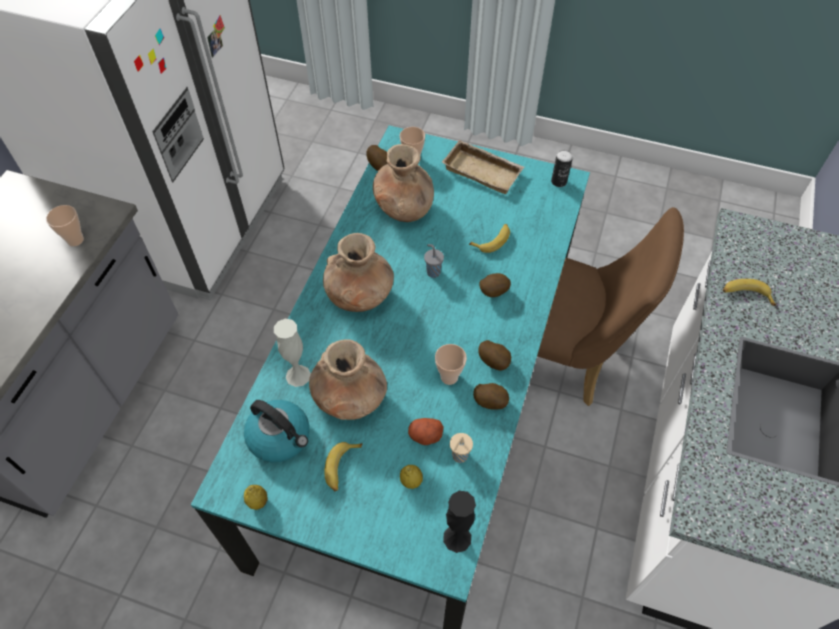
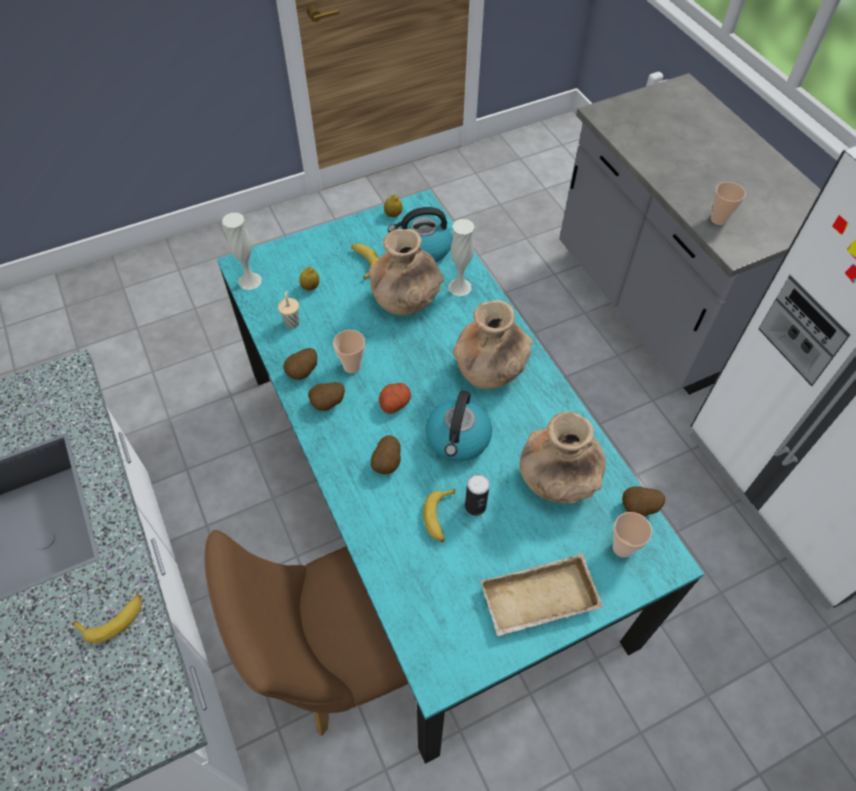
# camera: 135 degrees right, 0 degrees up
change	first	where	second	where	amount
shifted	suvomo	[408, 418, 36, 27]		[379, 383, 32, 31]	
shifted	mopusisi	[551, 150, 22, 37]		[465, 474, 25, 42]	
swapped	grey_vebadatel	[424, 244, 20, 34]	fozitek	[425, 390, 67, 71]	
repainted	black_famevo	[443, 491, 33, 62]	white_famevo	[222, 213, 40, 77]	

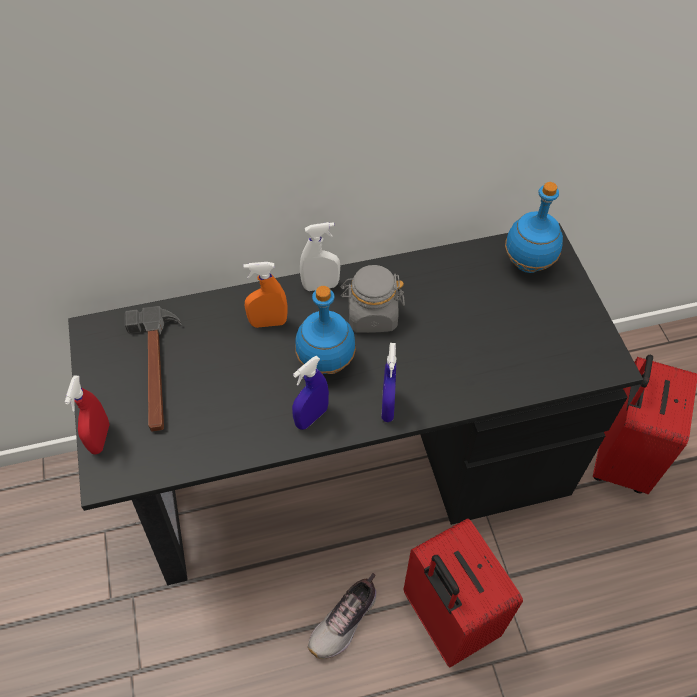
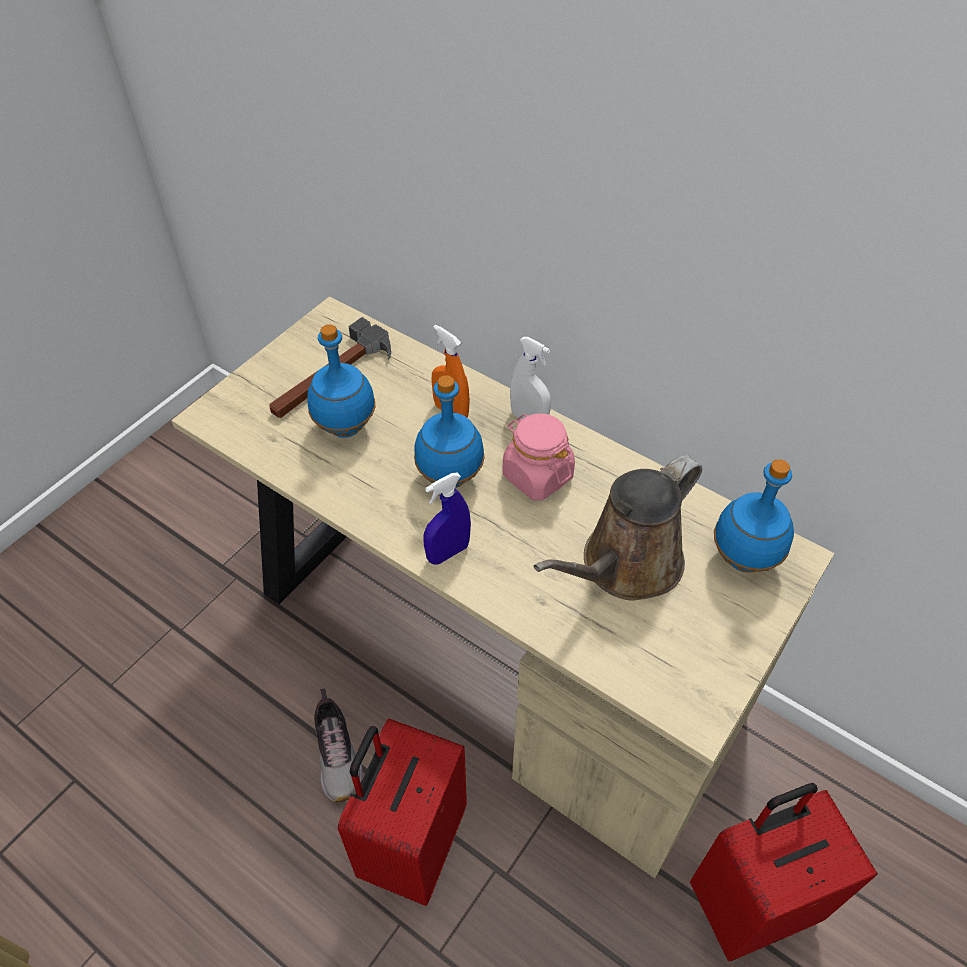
# camera: 50 degrees right, 5 degrees down
change	first	where	second	where	amount
gone	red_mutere	[65, 376, 44, 79]			
gone	blue_mutere	[292, 356, 37, 74]			
new			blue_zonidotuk	[307, 324, 69, 114]	
new			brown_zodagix	[533, 455, 169, 146]	
repainted	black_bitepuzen	[68, 223, 575, 362]	beige_bitepuzen	[171, 296, 664, 582]	
repainted	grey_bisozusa	[341, 265, 64, 68]	pink_bisozusa	[503, 414, 72, 86]	
rotated	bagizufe	[308, 573, 69, 86]		[314, 688, 49, 114]	105 degrees counterclockwise

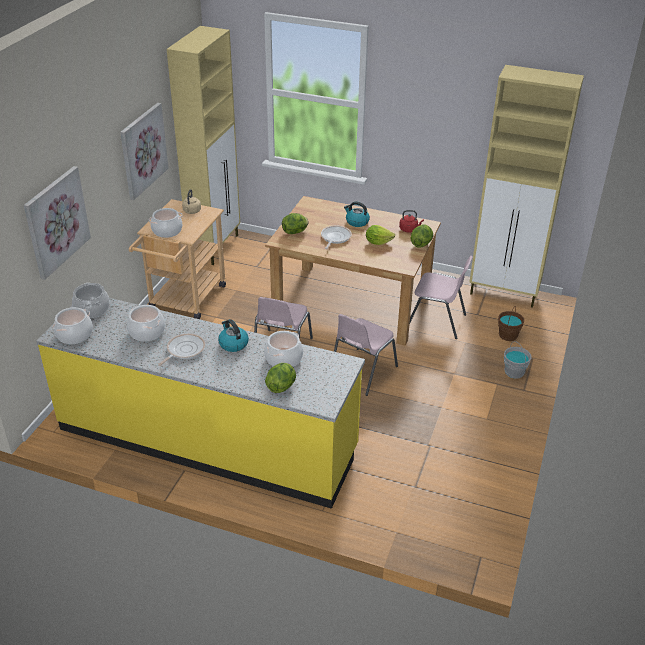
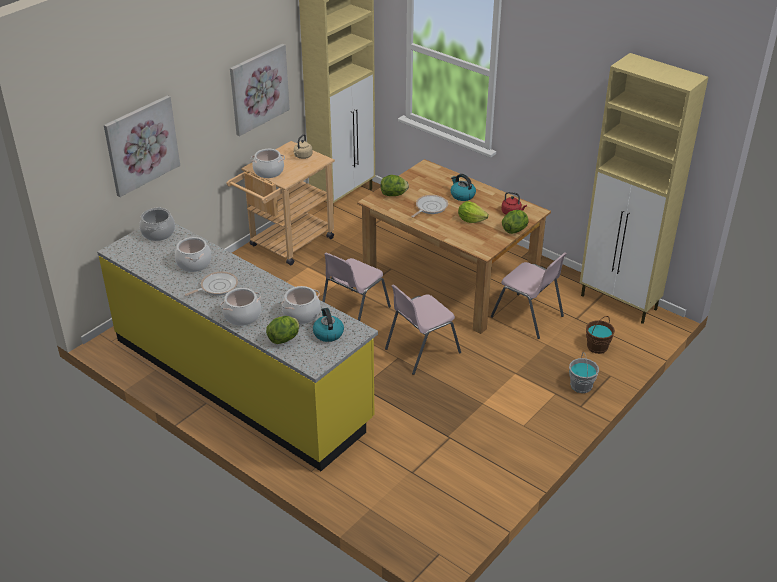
# camera: 20 degrees right, 0 degrees up
change	first	where	second	where	amount
shifted	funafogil	[53, 307, 40, 37]		[221, 288, 40, 38]	
shifted	fozitek	[218, 319, 31, 33]		[313, 308, 31, 34]	

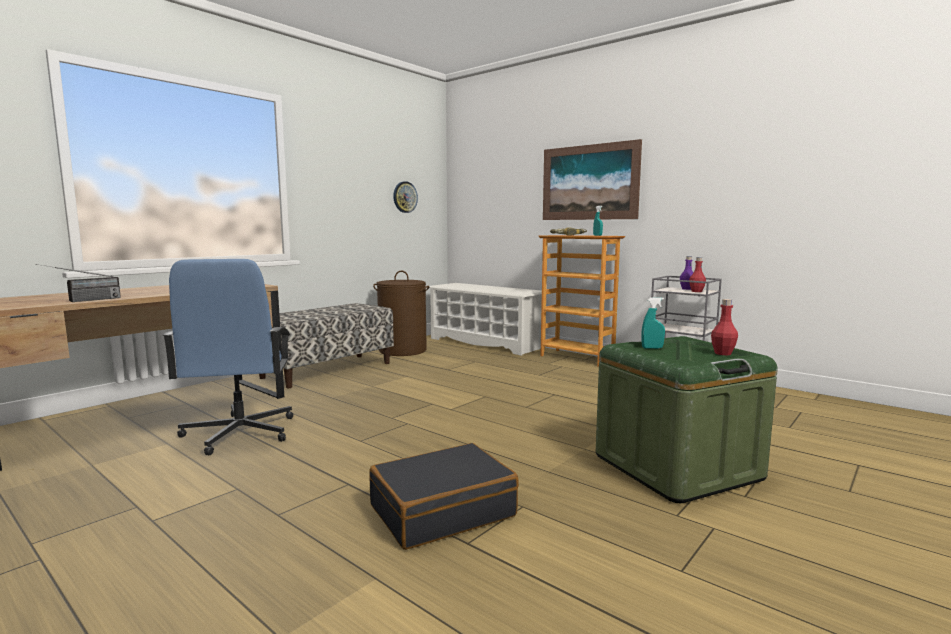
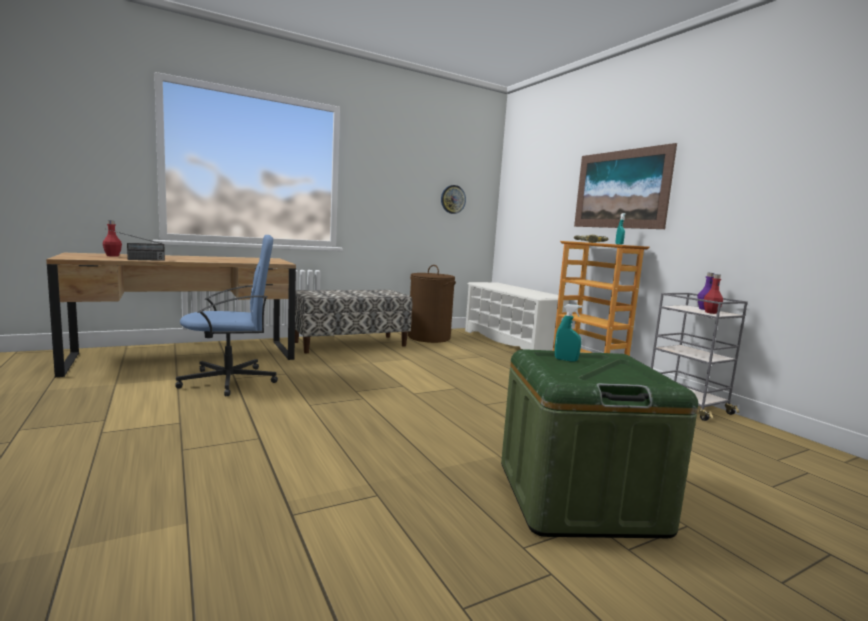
# camera: 20 degrees right, 0 degrees up
change	first	where	second	where	amount
gone	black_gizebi	[369, 443, 150, 107]			
shifted	red_zonidotuk	[711, 299, 27, 56]		[103, 220, 19, 37]	
rotated	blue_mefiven	[162, 259, 131, 196]		[175, 235, 103, 161]	120 degrees counterclockwise

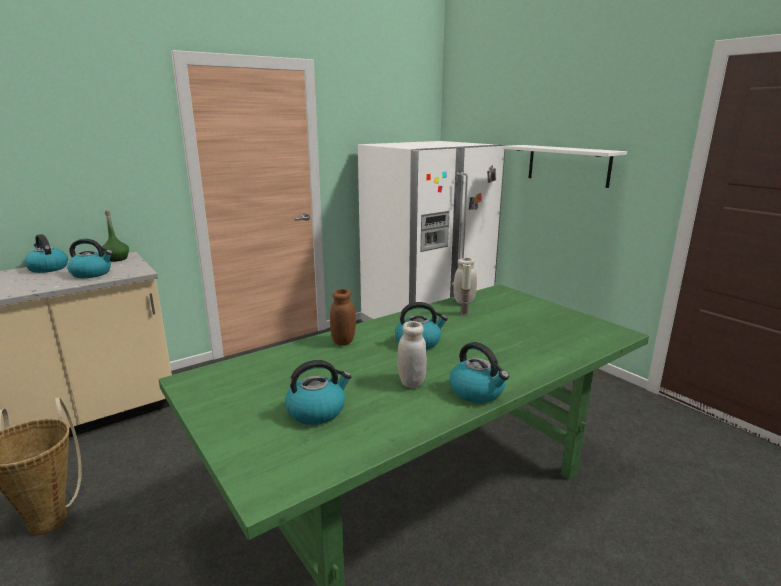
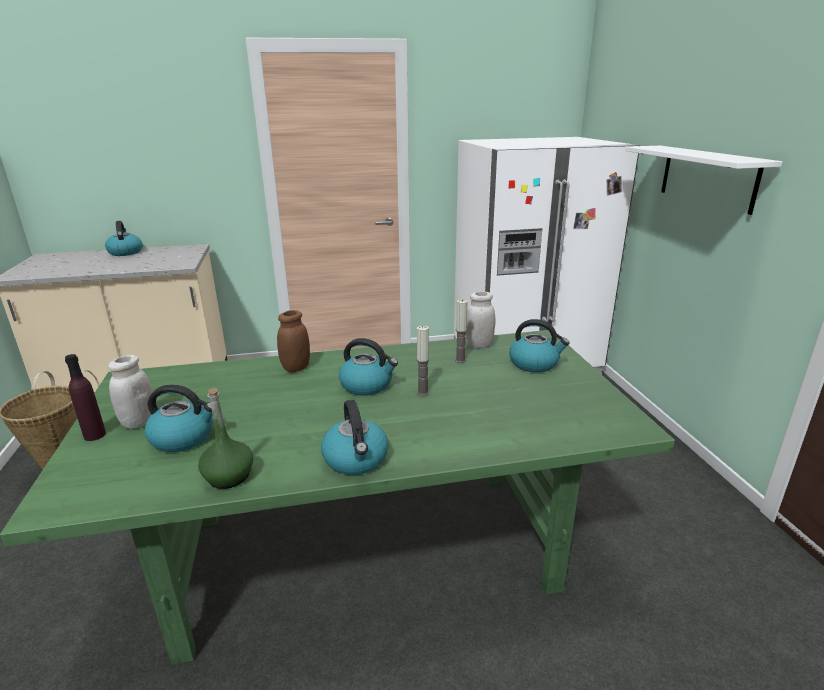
# camera: 25 degrees right, 5 degrees up
change	first	where	second	where	amount
new			purple_zonidotuk	[65, 354, 41, 87]	
new			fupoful	[416, 326, 13, 70]	
shifted	fozitek	[67, 239, 46, 39]		[509, 319, 61, 54]	
shifted	green_zonidotuk	[102, 210, 27, 52]		[198, 388, 55, 101]	
shifted	white_bisozusa	[397, 321, 30, 67]		[108, 355, 45, 74]	

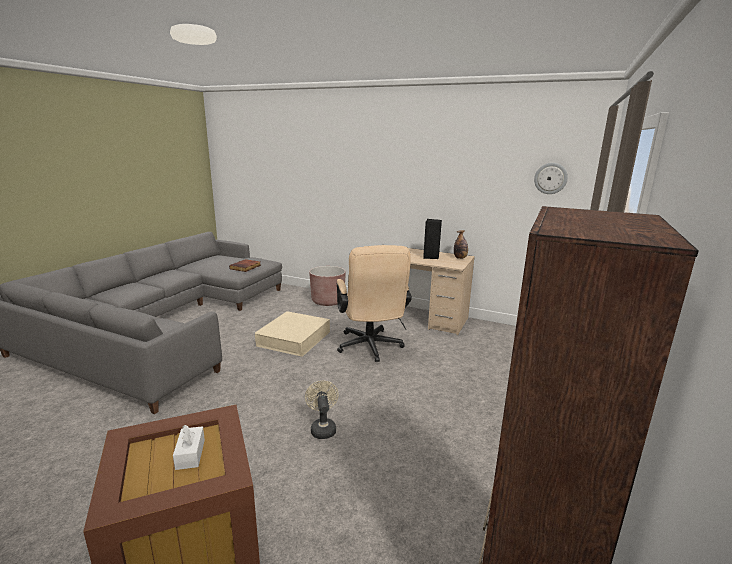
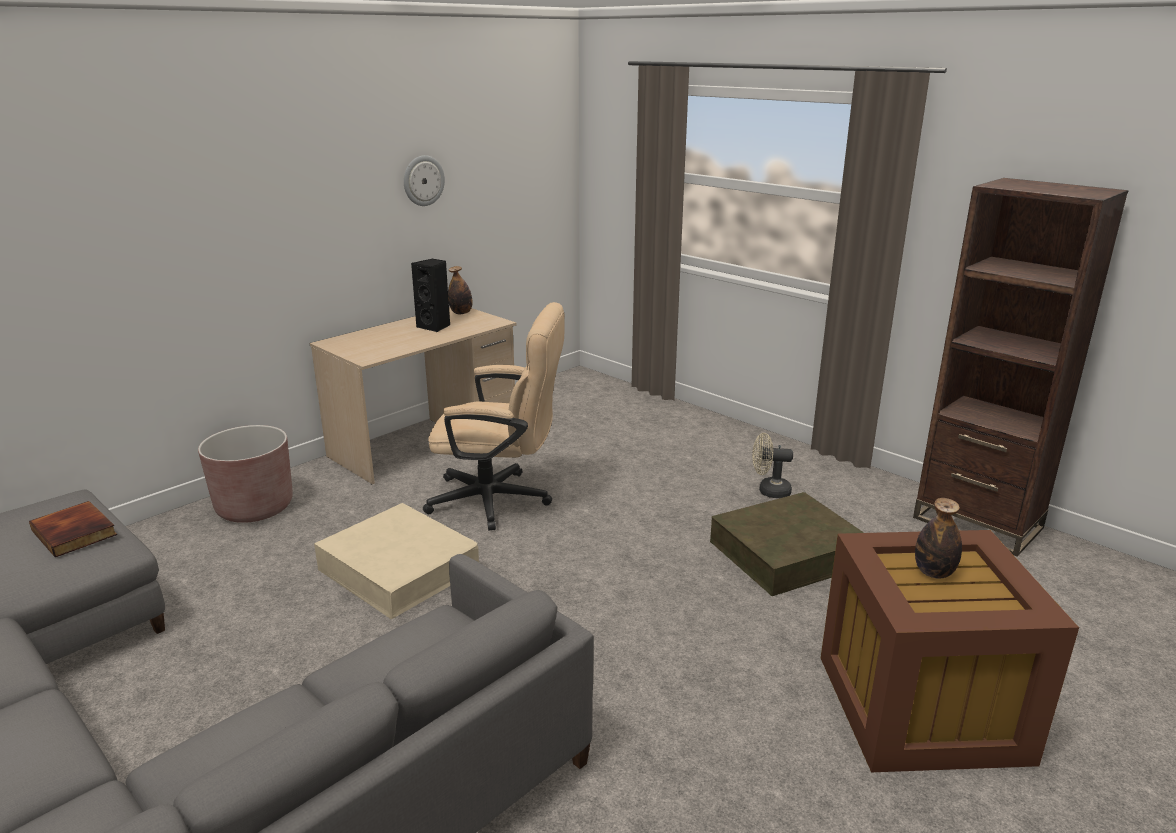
# camera: 70 degrees left, 5 degrees up
change	first	where	second	where	amount
new			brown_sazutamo	[710, 492, 154, 104]	
shifted	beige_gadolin	[305, 381, 34, 58]		[752, 433, 41, 65]	
shifted	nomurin	[534, 163, 34, 31]		[404, 155, 41, 51]	
swapped	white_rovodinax	[173, 425, 32, 45]	zonidotuk	[915, 498, 47, 81]	

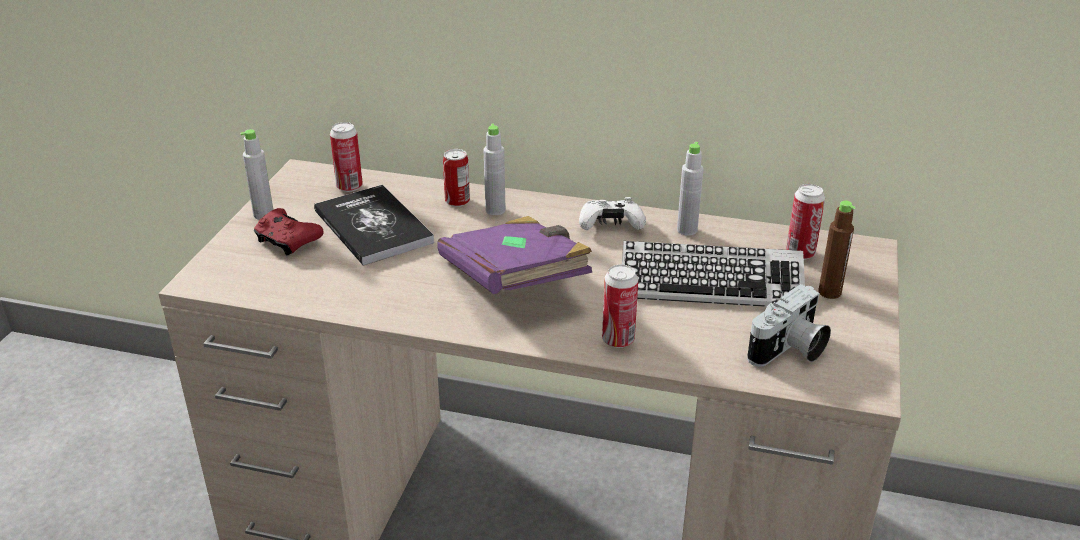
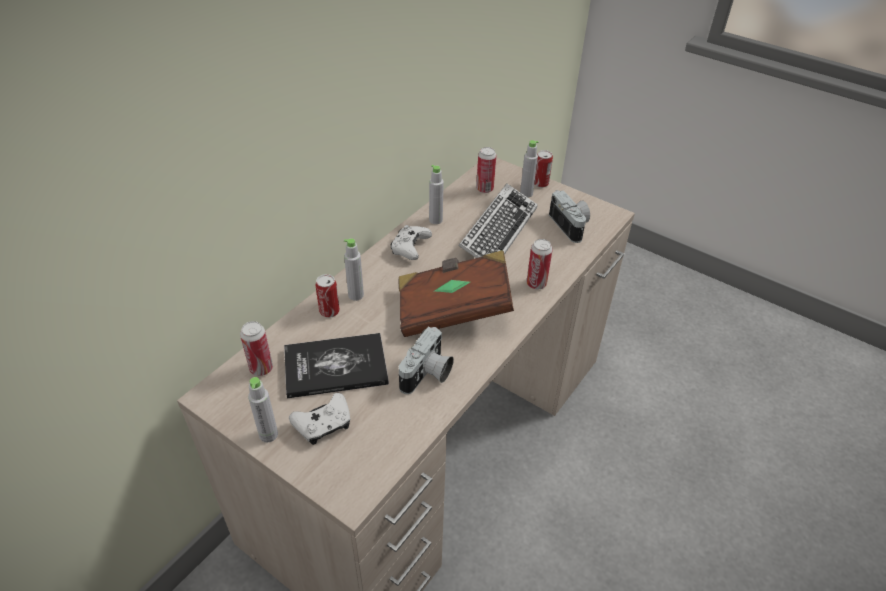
# camera: 70 degrees left, 10 degrees up
change	first	where	second	where	amount
new			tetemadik	[399, 327, 55, 67]	
new			mopusisi	[534, 150, 19, 38]	
repainted	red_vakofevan	[254, 208, 70, 48]	white_vakofevan	[289, 393, 61, 52]	
repainted	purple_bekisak	[437, 216, 155, 78]	brown_bekisak	[399, 250, 115, 87]	
repainted	brown_zonidotuk	[818, 201, 38, 98]	grey_zonidotuk	[520, 140, 19, 58]	

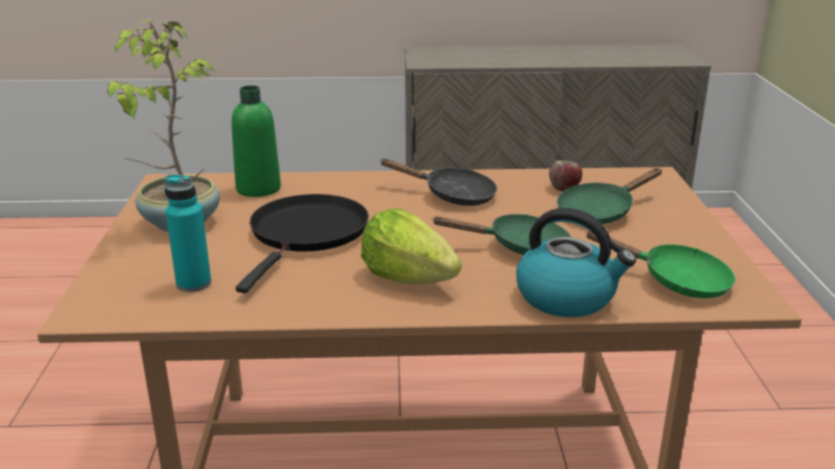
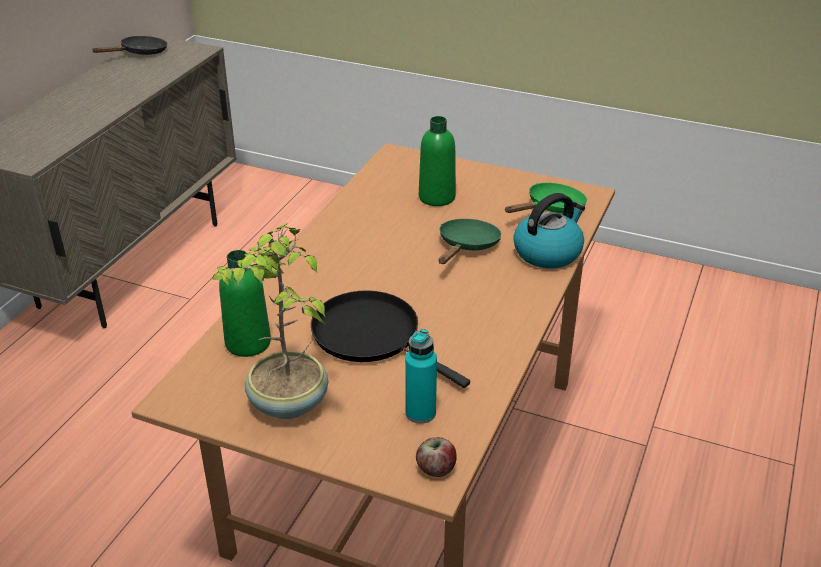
# camera: 65 degrees left, 10 degrees up
change	first	where	second	where	amount
gone	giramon	[361, 208, 101, 76]			
shifted	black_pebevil	[380, 159, 117, 47]		[92, 36, 75, 19]	
shifted	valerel	[549, 160, 33, 31]		[416, 437, 41, 40]	
swapped	green_pebevil	[557, 168, 105, 56]	green_zonidotuk	[419, 116, 37, 90]	

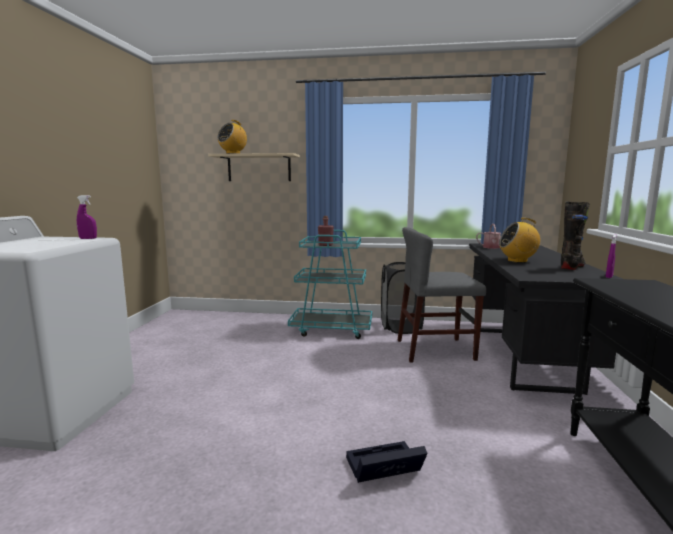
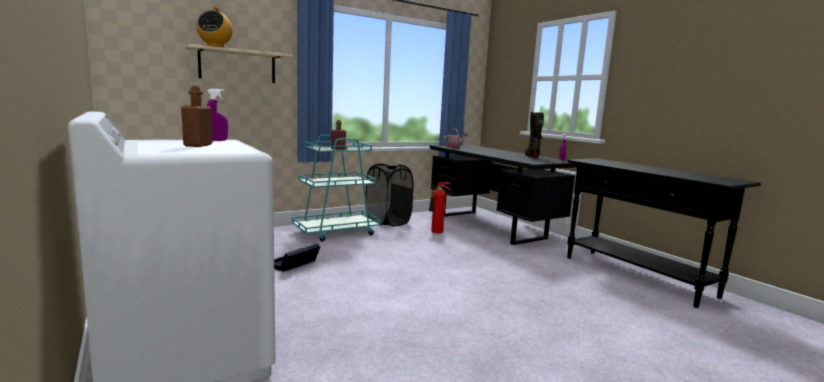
# camera: 40 degrees left, 0 degrees up
change	first	where	second	where	amount
gone	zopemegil	[499, 218, 41, 45]			
new			brown_zonidotuk	[181, 86, 31, 61]	
shifted	black_sazutamo	[346, 441, 82, 42]		[274, 244, 47, 28]	
swapped	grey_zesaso	[398, 227, 88, 136]	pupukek	[429, 182, 22, 51]	

